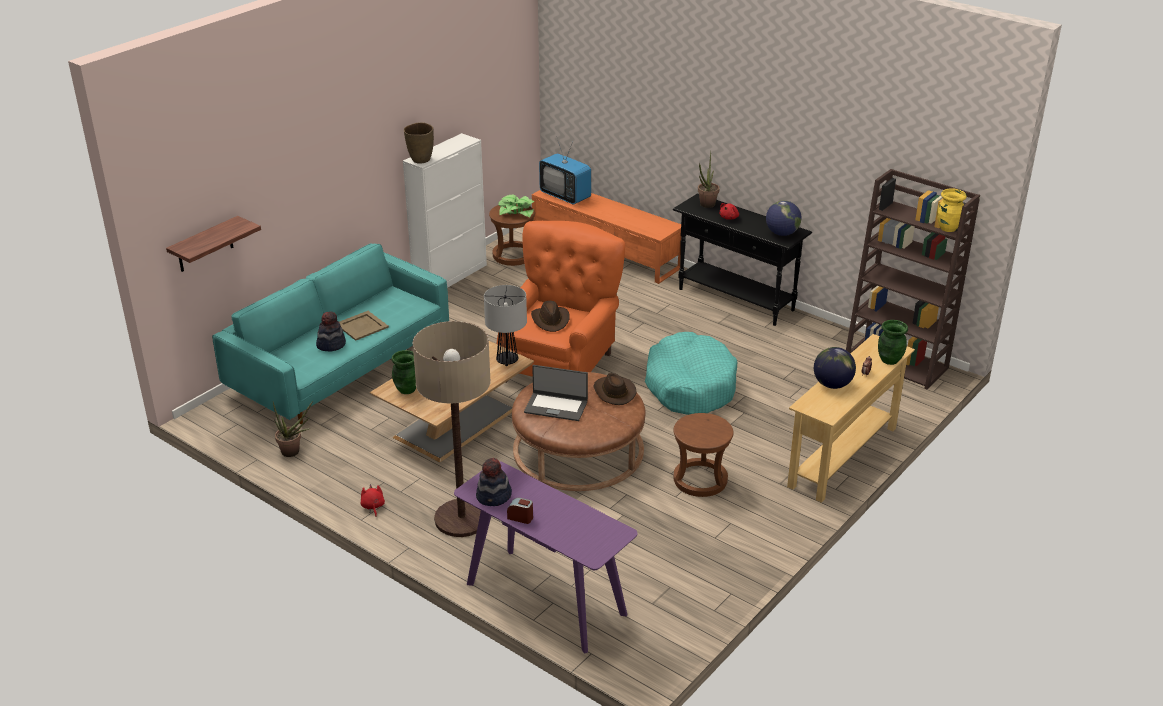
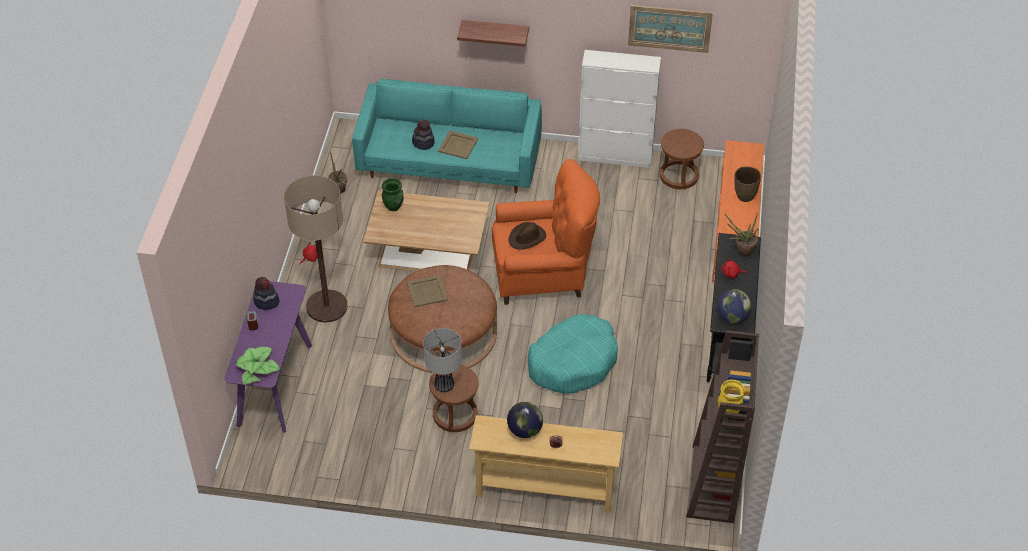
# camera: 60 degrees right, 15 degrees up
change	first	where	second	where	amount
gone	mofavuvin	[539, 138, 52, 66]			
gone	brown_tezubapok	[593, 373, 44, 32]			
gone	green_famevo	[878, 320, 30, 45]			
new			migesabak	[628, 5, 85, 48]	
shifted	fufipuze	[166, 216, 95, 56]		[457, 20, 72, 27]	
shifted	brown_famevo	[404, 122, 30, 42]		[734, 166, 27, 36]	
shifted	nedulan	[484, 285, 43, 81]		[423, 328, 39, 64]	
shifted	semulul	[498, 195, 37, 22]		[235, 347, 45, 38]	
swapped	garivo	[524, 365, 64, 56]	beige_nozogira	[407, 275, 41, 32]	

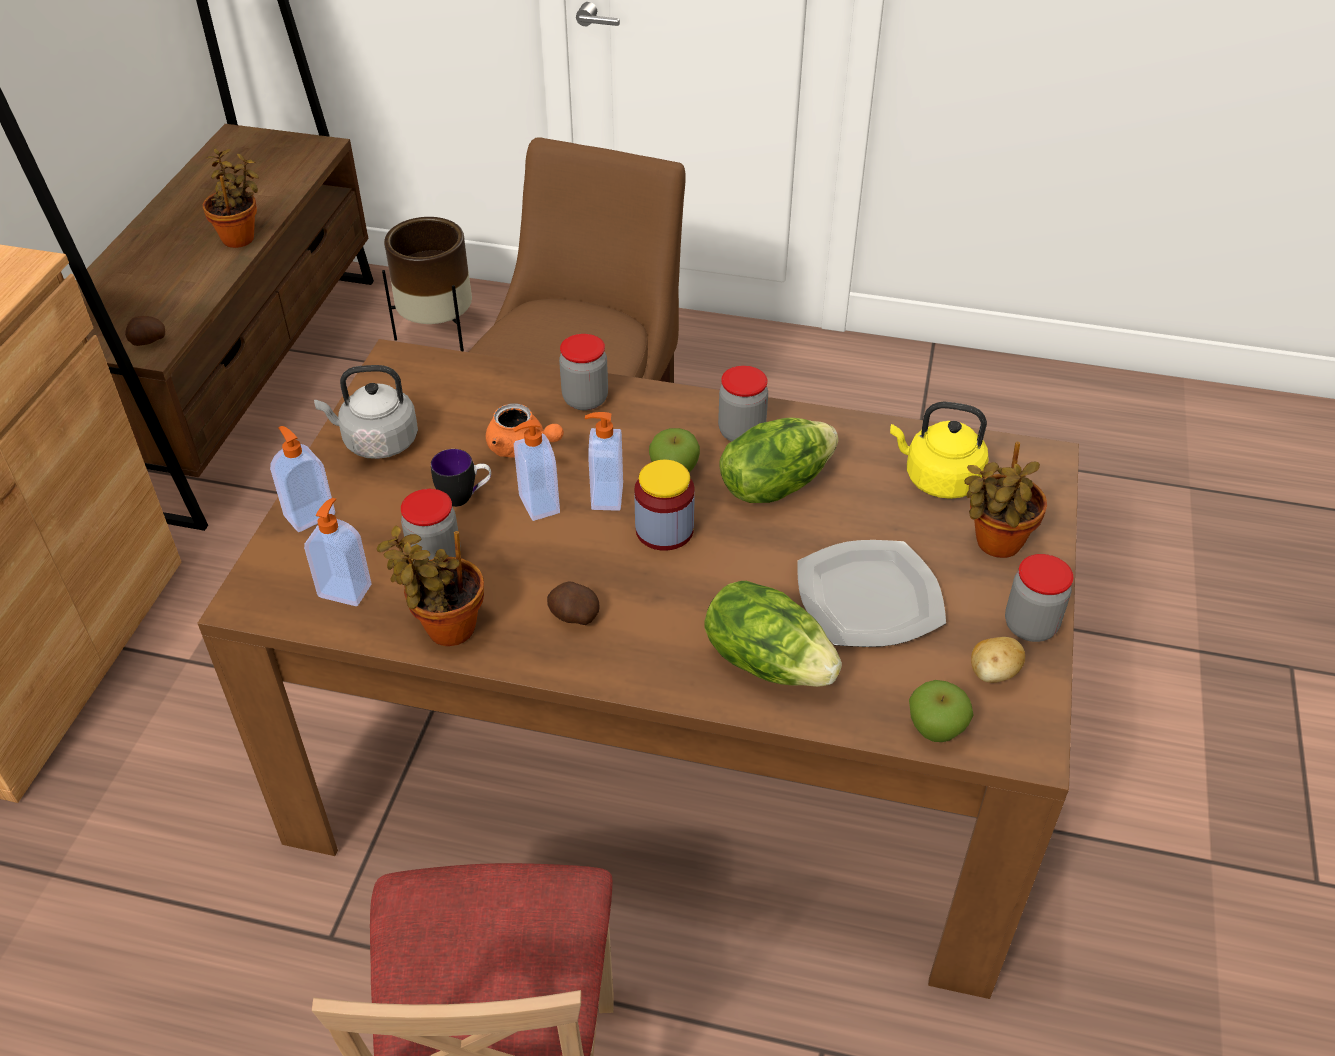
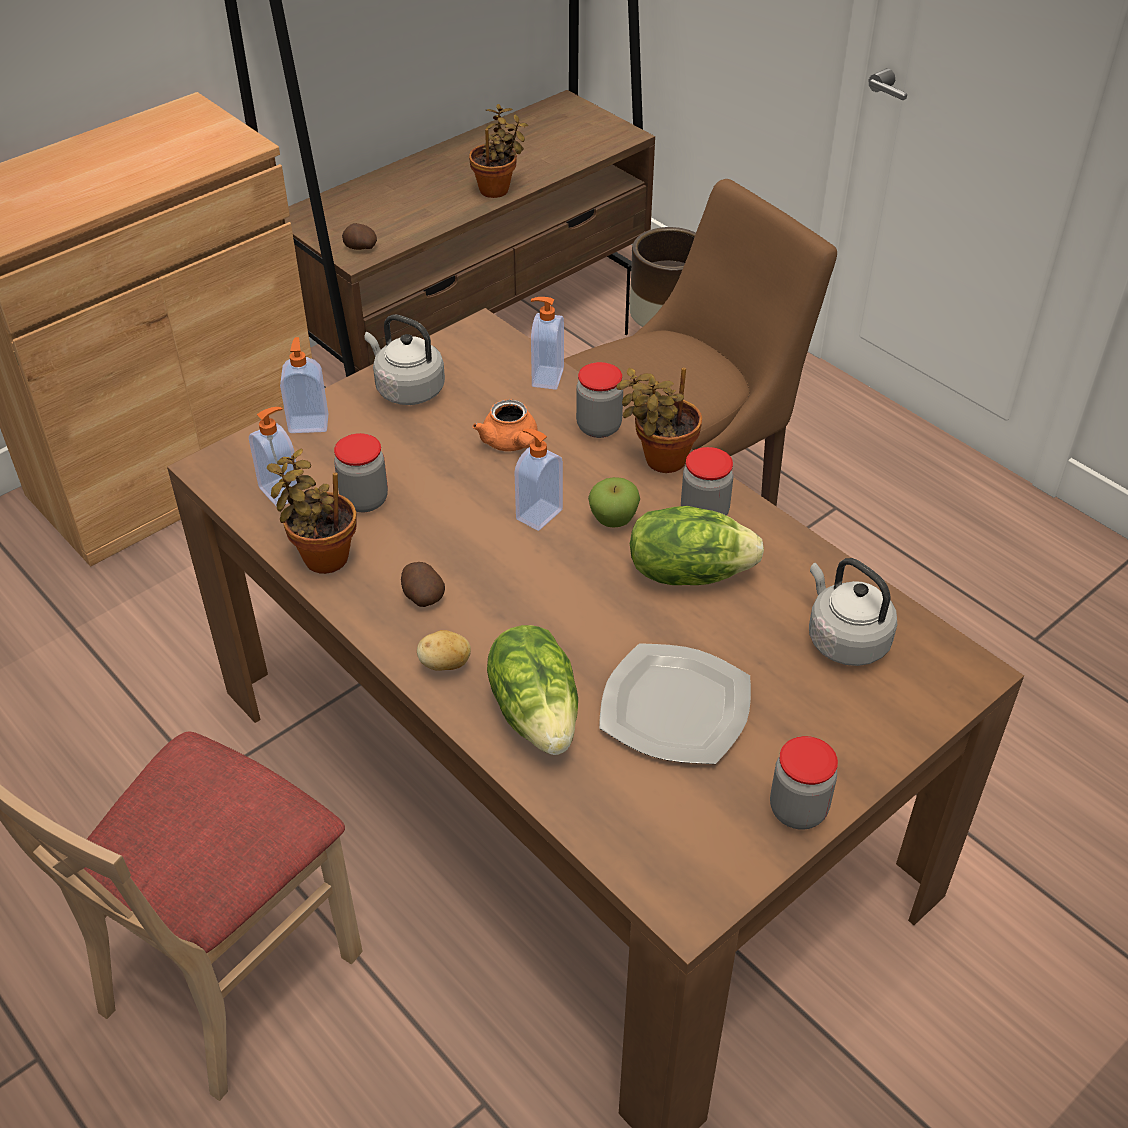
# camera: 35 degrees right, 0 degrees up
change	first	where	second	where	amount
gone	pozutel	[431, 449, 60, 58]			
gone	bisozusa	[634, 460, 61, 91]			
gone	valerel	[909, 680, 65, 62]			
shifted	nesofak	[513, 420, 47, 101]		[531, 297, 33, 93]	
shifted	semulul	[964, 442, 83, 116]		[616, 368, 86, 105]	
shifted	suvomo	[971, 637, 54, 46]		[417, 630, 54, 41]	
repainted	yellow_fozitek	[890, 402, 99, 97]	grey_fozitek	[809, 558, 88, 108]	

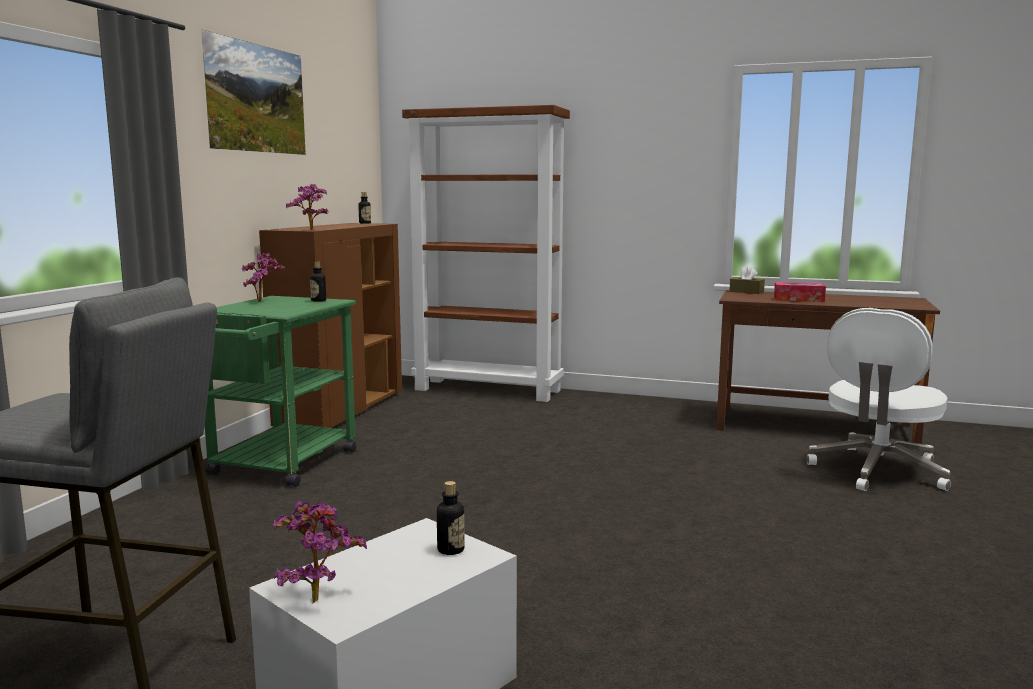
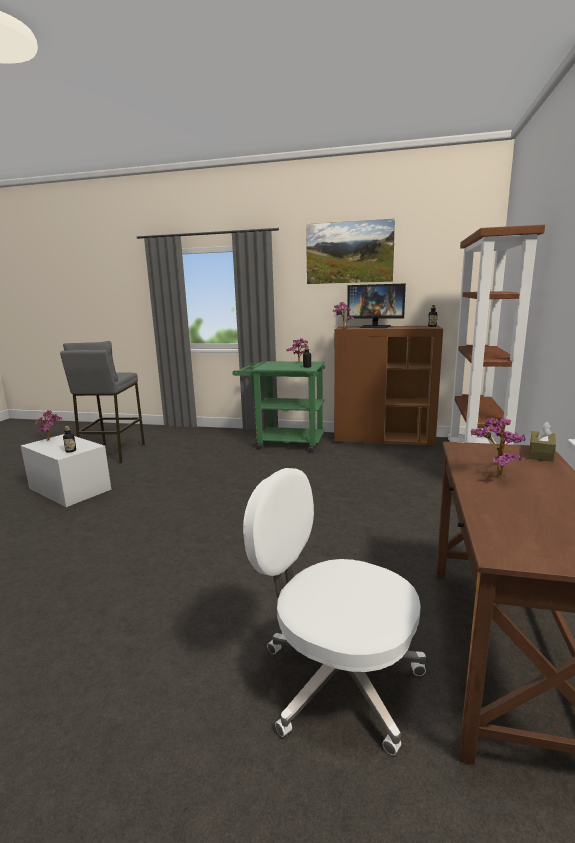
# camera: 85 degrees right, 5 degrees up
change	first	where	second	where	amount
new			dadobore	[347, 283, 59, 45]	
swapped	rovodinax	[774, 282, 52, 20]	semulul	[471, 417, 54, 61]	

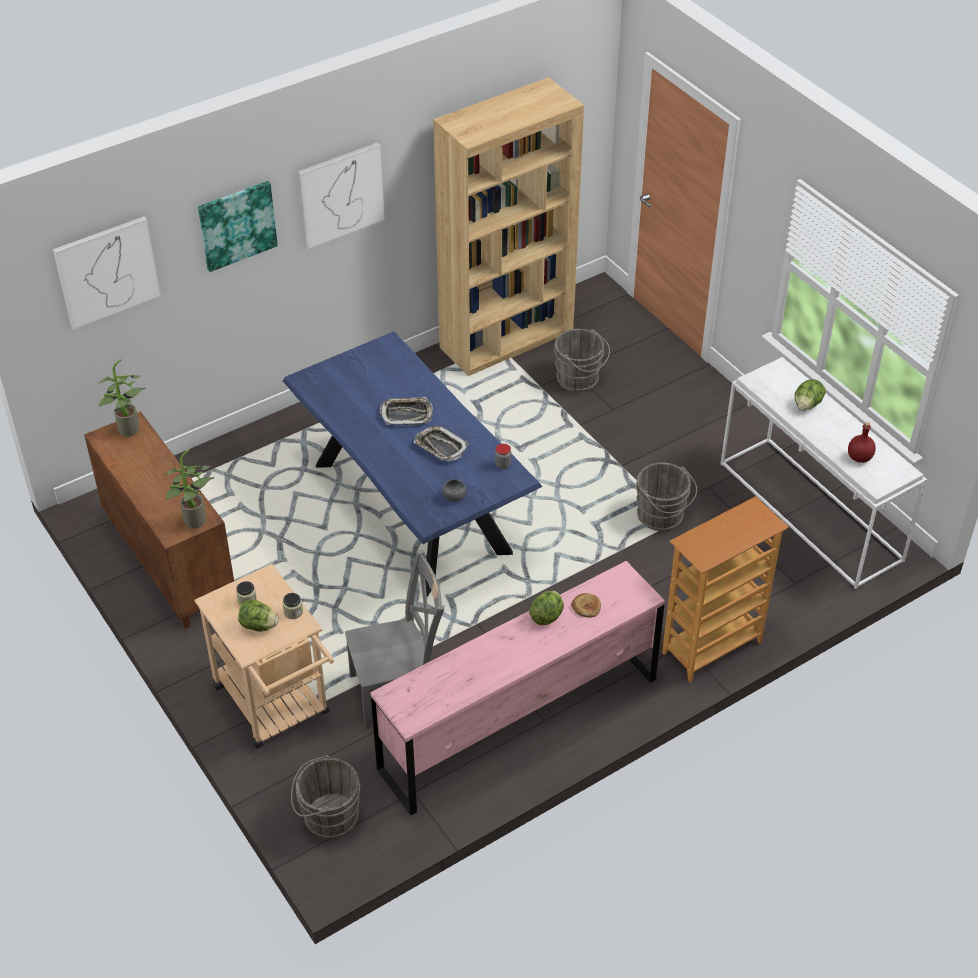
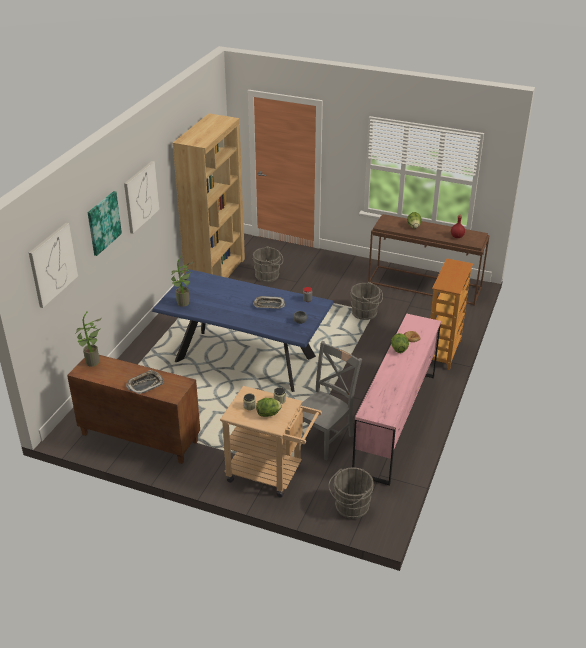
# camera: 35 degrees left, 10 degrees down
change	first	where	second	where	amount
shifted	semulul	[166, 449, 48, 80]		[171, 255, 23, 52]	
shifted	nozogira	[380, 397, 53, 28]		[126, 370, 38, 24]	
repainted	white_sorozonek	[721, 357, 206, 232]	brown_sorozonek	[368, 214, 122, 92]	

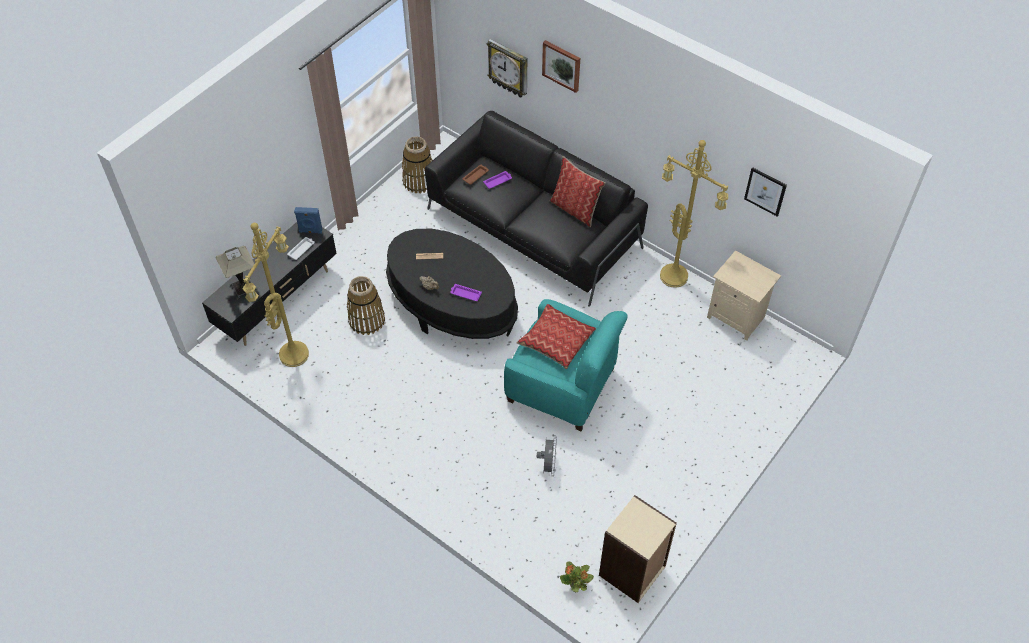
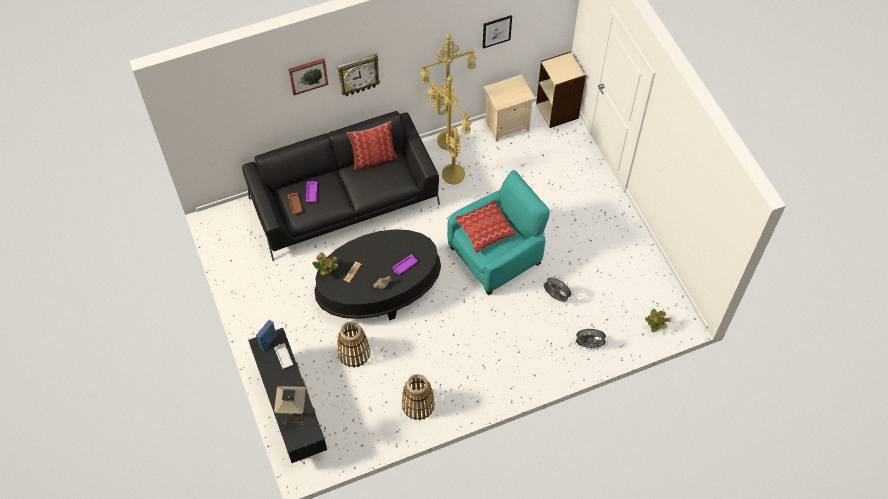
# camera: 60 degrees left, 5 degrees up
change	first	where	second	where	amount
new			semulul	[312, 252, 27, 24]	
new			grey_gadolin	[574, 329, 34, 21]	
shifted	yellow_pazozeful	[243, 223, 66, 144]		[428, 76, 43, 109]	
shifted	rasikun	[402, 137, 31, 56]		[402, 374, 33, 46]	
shifted	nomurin	[487, 39, 40, 59]		[337, 54, 43, 42]	
shifted	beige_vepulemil	[599, 495, 78, 108]		[536, 51, 50, 77]	

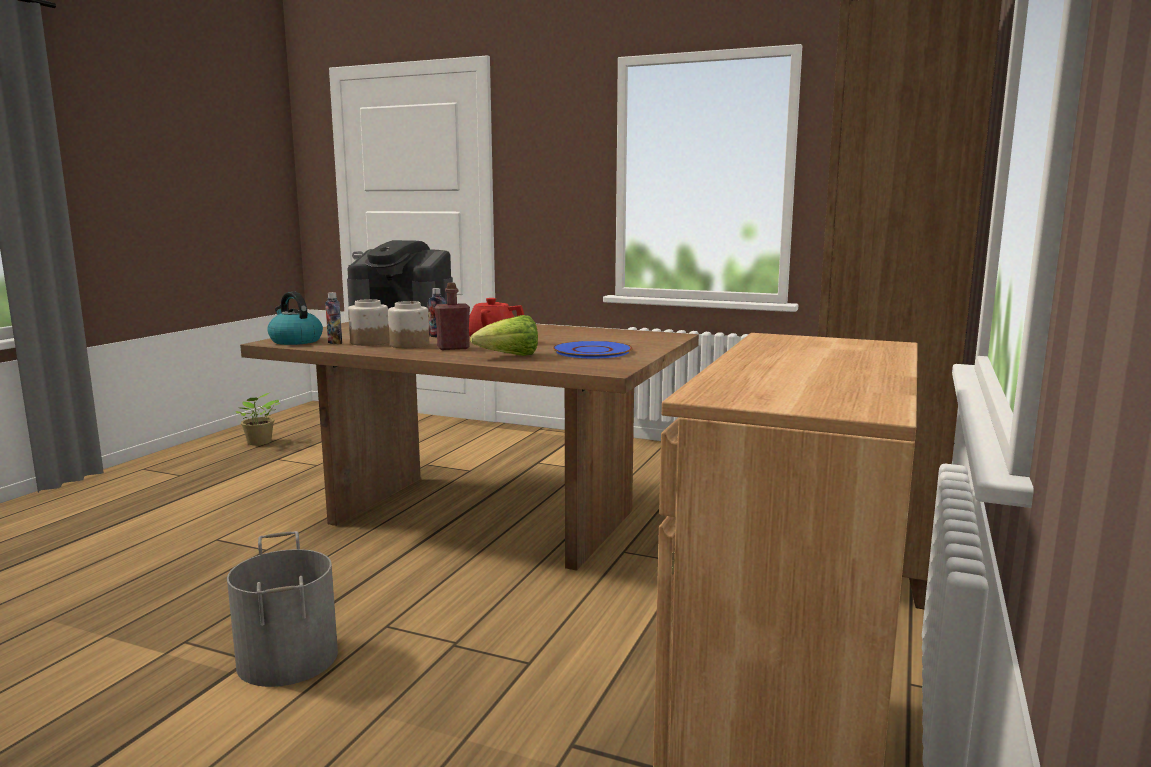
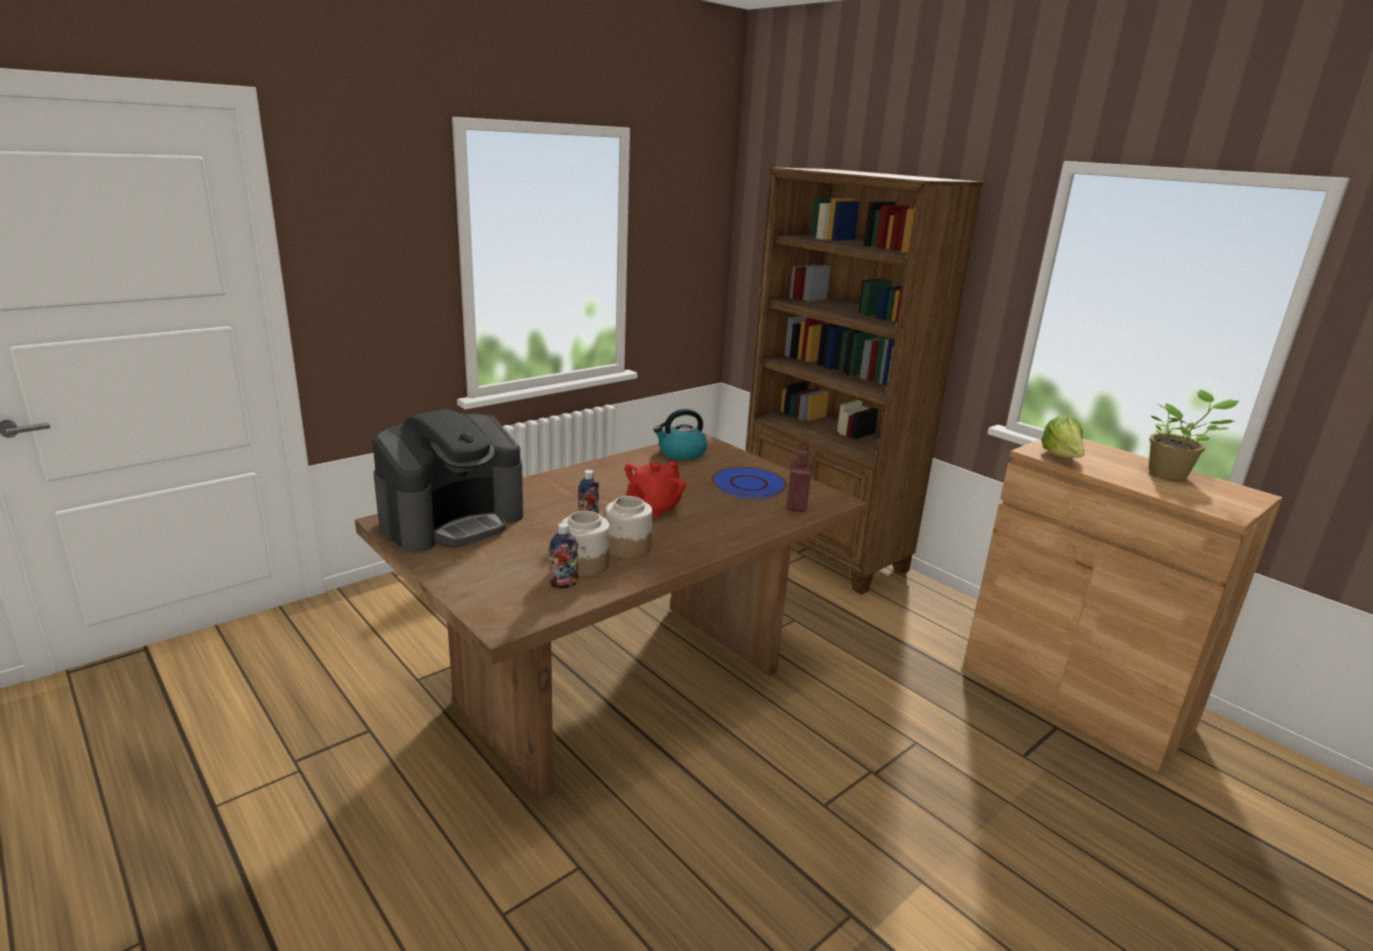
# camera: 65 degrees left, 10 degrees up
change	first	where	second	where	amount
gone	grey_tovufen	[227, 531, 111, 156]			
shifted	semulul	[235, 393, 45, 52]		[1149, 390, 90, 90]	
shifted	fozitek	[267, 291, 56, 54]		[653, 409, 55, 51]	
shifted	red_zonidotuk	[434, 283, 36, 67]		[786, 443, 26, 69]	
shifted	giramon	[470, 315, 68, 41]		[1041, 415, 44, 43]	

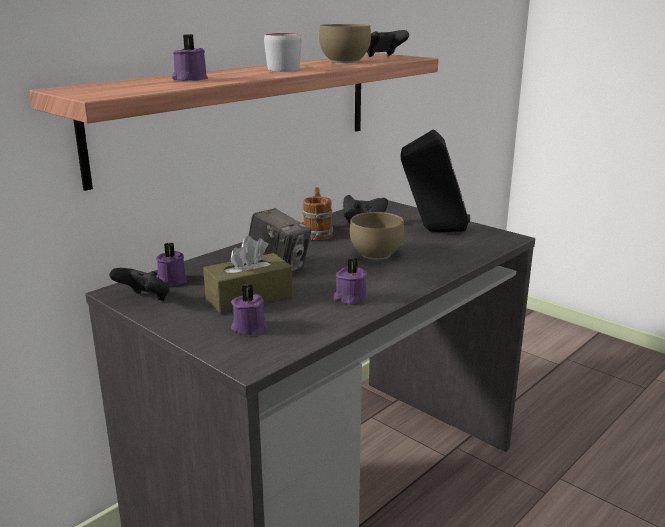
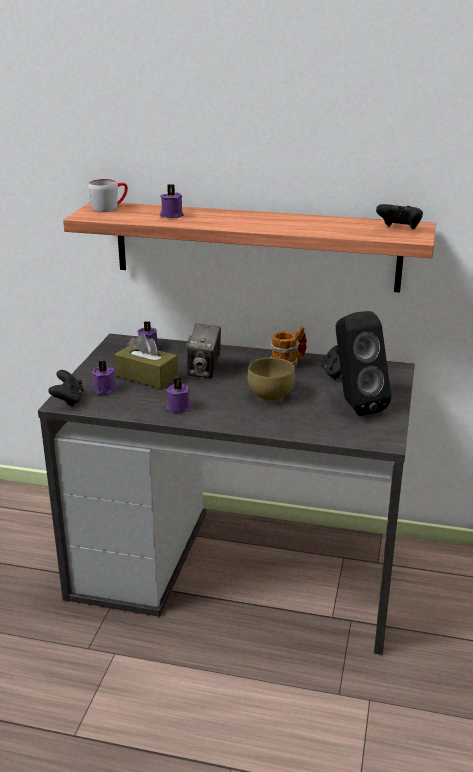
# camera: 60 degrees right, 5 degrees up
change	first	where	second	where	amount
gone	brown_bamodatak	[319, 24, 52, 39]			
shifted	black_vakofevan	[109, 268, 61, 33]		[48, 370, 36, 37]	
shifted	grey_pozutel	[264, 33, 38, 39]		[88, 179, 40, 33]	

